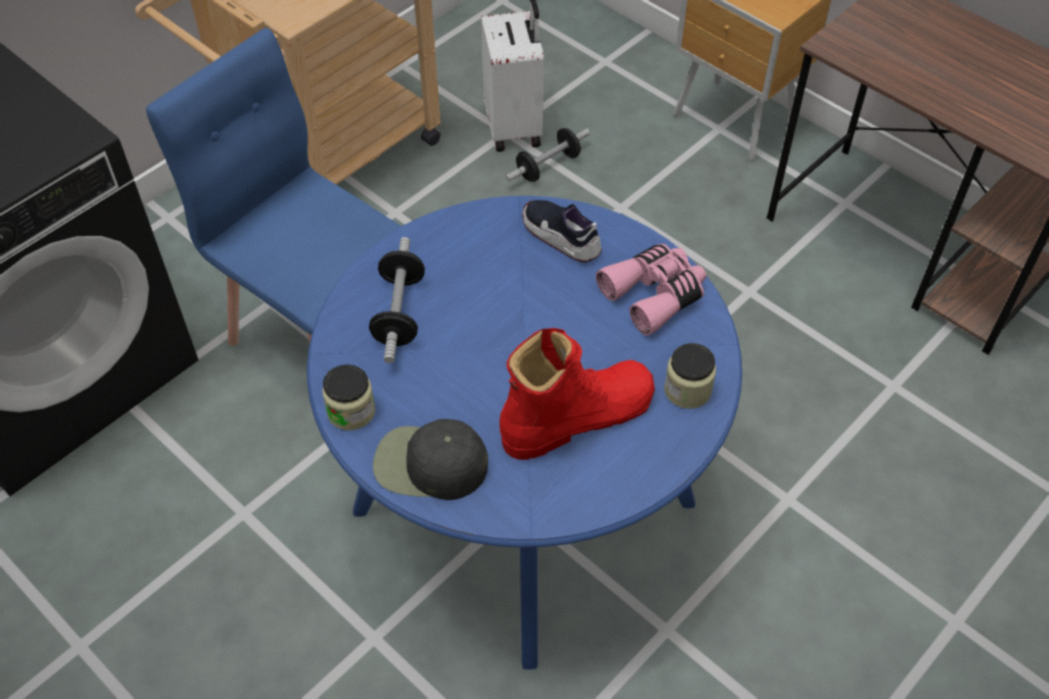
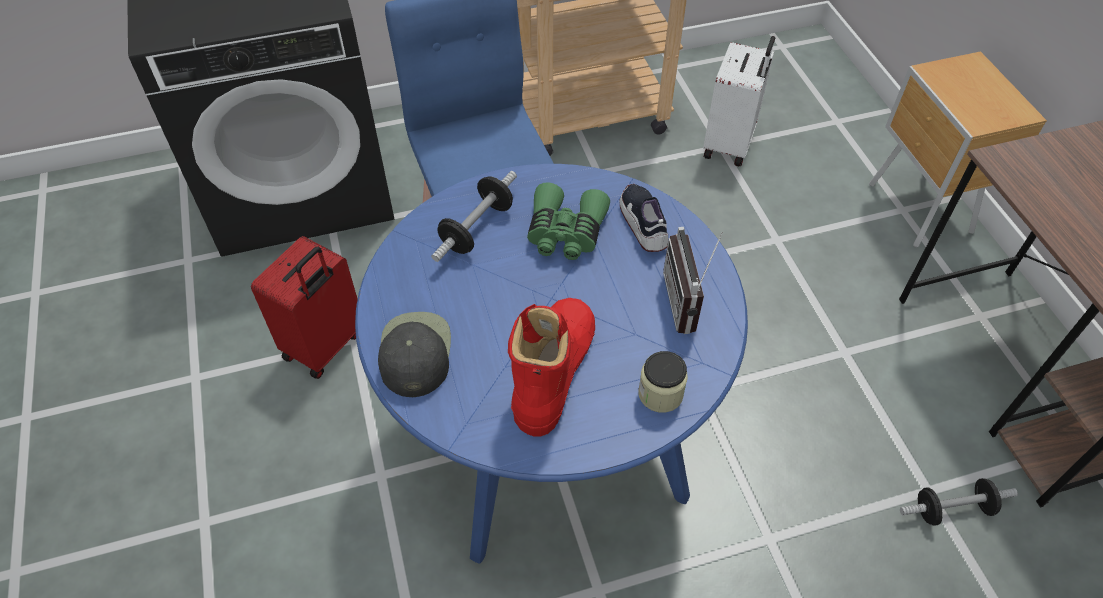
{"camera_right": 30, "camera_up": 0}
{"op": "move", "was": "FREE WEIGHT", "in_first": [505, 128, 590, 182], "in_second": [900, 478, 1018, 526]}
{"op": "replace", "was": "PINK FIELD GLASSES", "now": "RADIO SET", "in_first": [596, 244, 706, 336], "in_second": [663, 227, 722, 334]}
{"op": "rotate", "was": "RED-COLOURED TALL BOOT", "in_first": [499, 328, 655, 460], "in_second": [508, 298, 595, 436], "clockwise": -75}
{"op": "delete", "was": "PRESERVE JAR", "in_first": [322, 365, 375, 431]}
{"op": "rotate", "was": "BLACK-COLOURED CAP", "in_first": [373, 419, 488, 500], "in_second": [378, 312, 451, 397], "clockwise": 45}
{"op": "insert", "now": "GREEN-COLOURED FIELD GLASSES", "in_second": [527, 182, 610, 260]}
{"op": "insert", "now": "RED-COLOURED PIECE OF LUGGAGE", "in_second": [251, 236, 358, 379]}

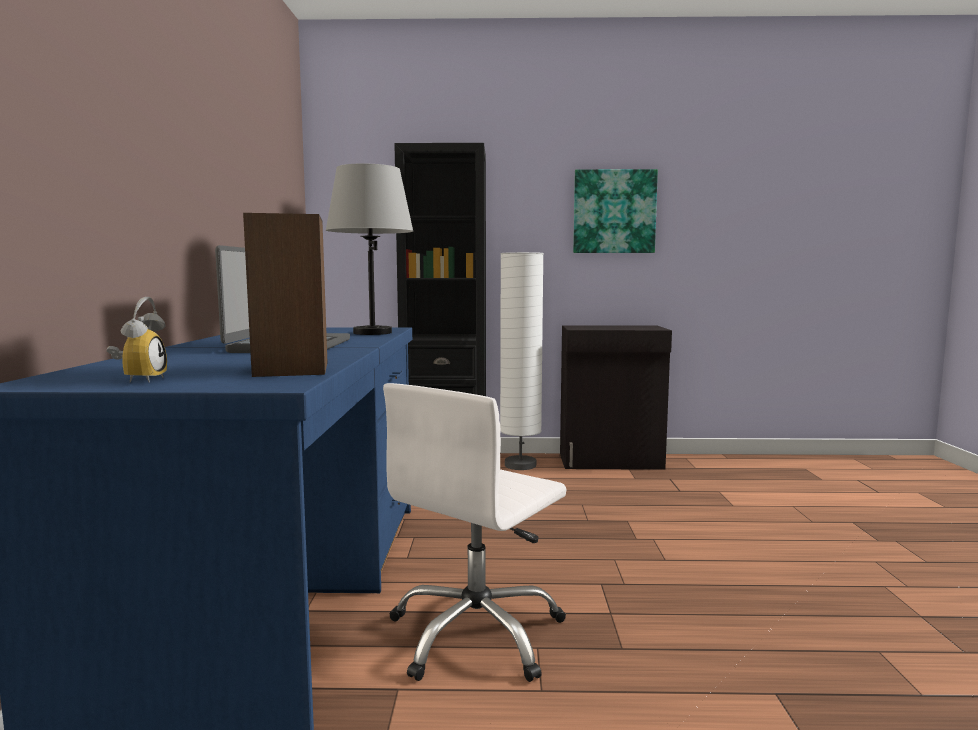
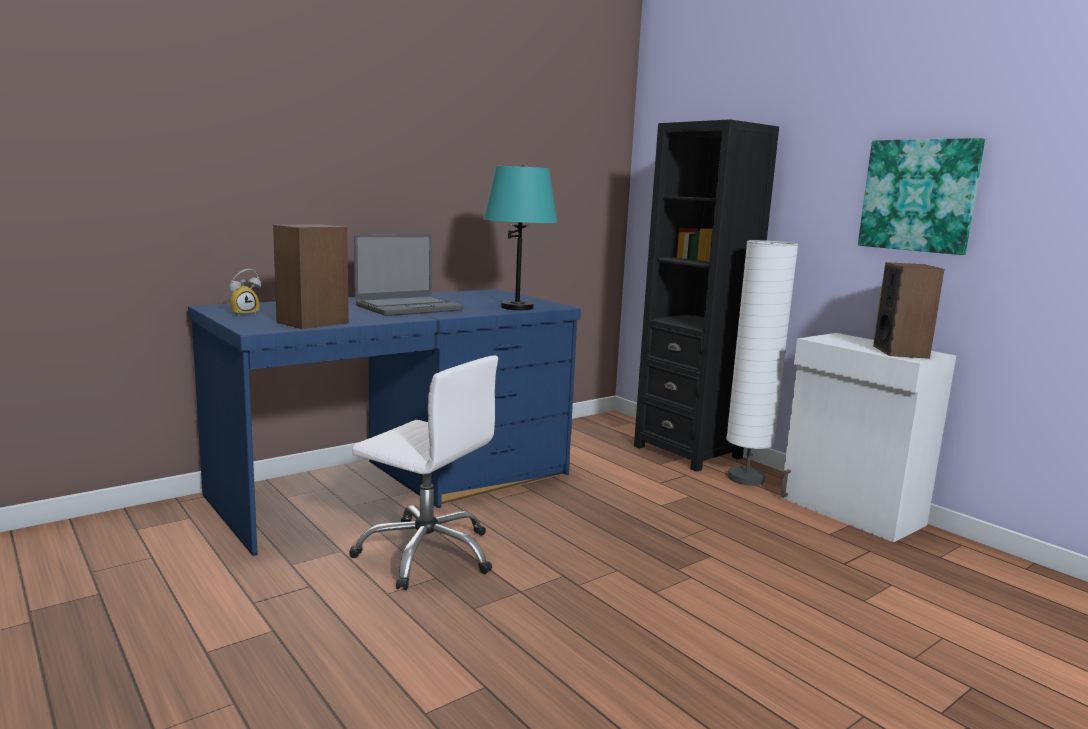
{"camera_right": 50, "camera_up": 5}
{"op": "recolor", "was": "GREY TABLETOP LAMP", "now": "TURQUOISE TABLETOP LAMP", "in_first": [326, 163, 413, 335], "in_second": [484, 165, 557, 310]}
{"op": "recolor", "was": "BLACK-COLOURED CABINET", "now": "WHITISH CABINET", "in_first": [560, 325, 672, 470], "in_second": [781, 333, 956, 542]}
{"op": "rotate", "was": "WHITISH OFFICE CHAIR", "in_first": [383, 383, 567, 682], "in_second": [349, 356, 498, 590], "clockwise": -150}
{"op": "insert", "now": "SPEAKER", "in_second": [873, 262, 945, 359]}

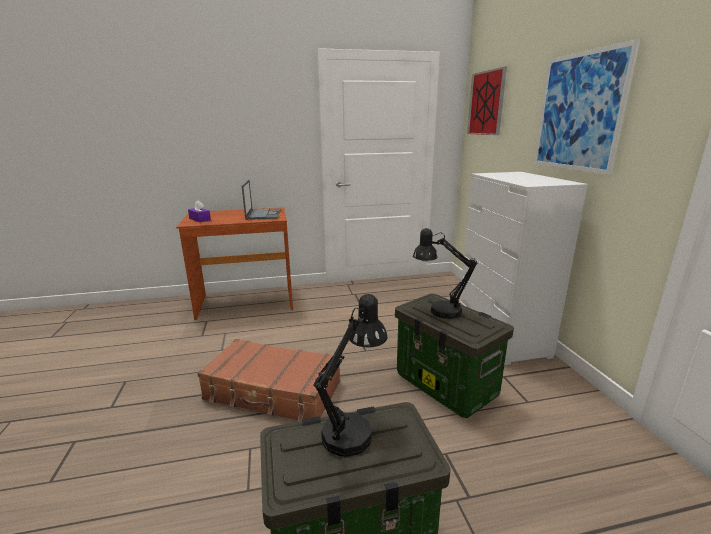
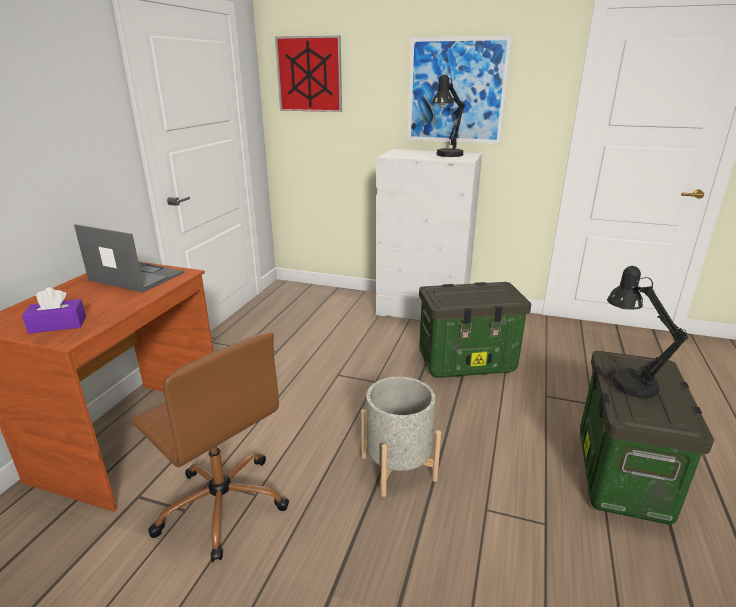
{"camera_right": -60, "camera_up": 5}
{"op": "move", "was": "BLACK-COLOURED TABLETOP LAMP", "in_first": [413, 228, 477, 319], "in_second": [432, 74, 465, 157]}
{"op": "replace", "was": "BROWNISH PIECE OF LUGGAGE", "now": "GREY PLANT POT", "in_first": [197, 339, 340, 421], "in_second": [361, 376, 441, 497]}
{"op": "insert", "now": "BROWNISH OFFICE CHAIR", "in_second": [132, 332, 289, 562]}

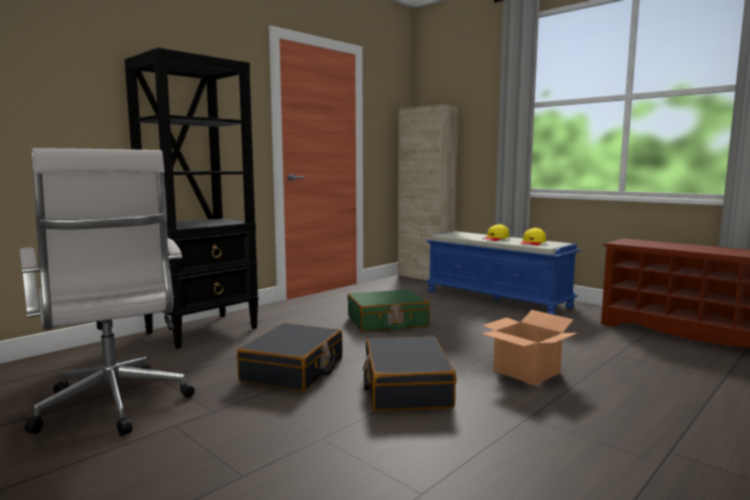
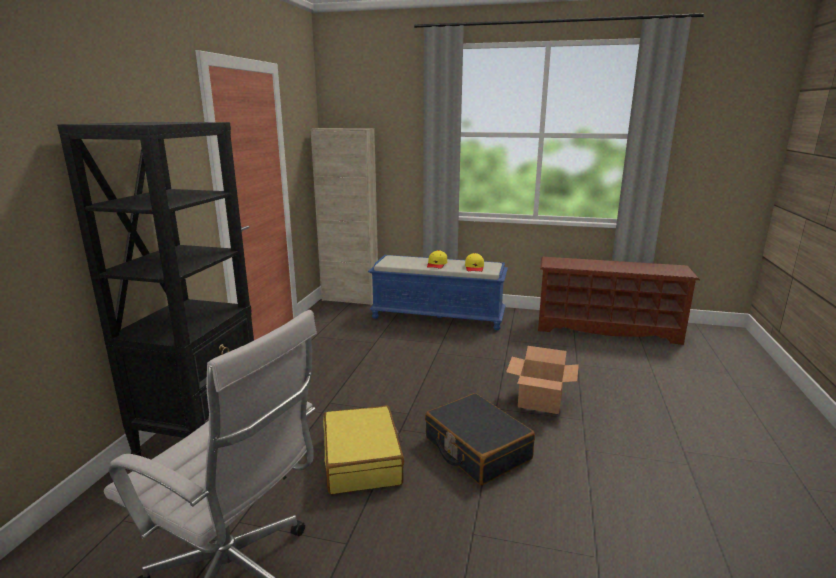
{"camera_right": -30, "camera_up": 10}
{"op": "delete", "was": "GREEN-COLOURED PIECE OF LUGGAGE", "in_first": [347, 289, 430, 332]}
{"op": "recolor", "was": "BLACK-COLOURED PIECE OF LUGGAGE", "now": "YELLOWISH PIECE OF LUGGAGE", "in_first": [237, 323, 342, 391], "in_second": [323, 405, 404, 494]}

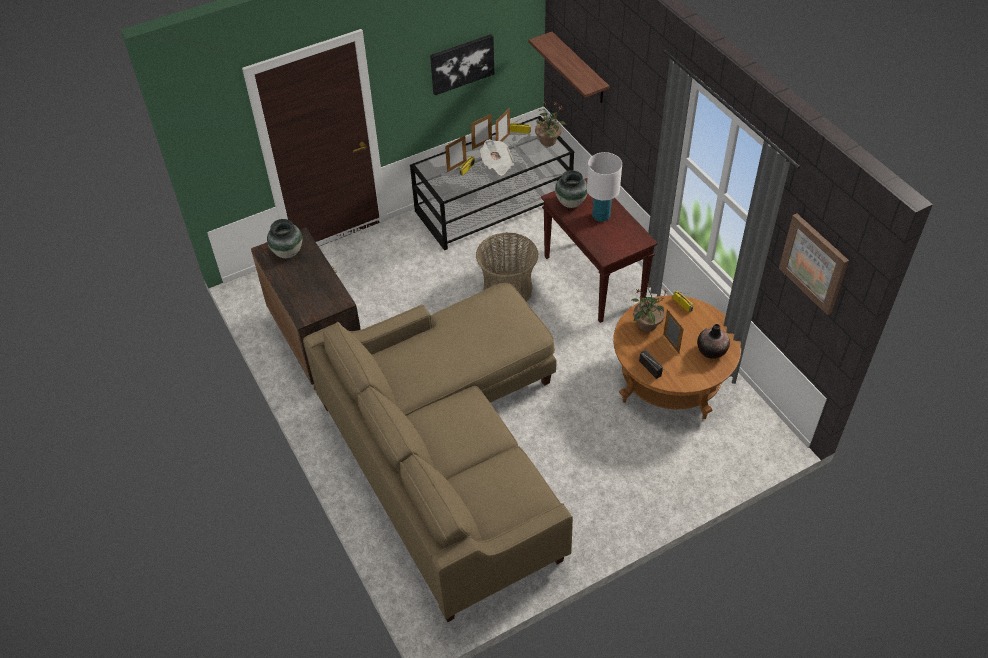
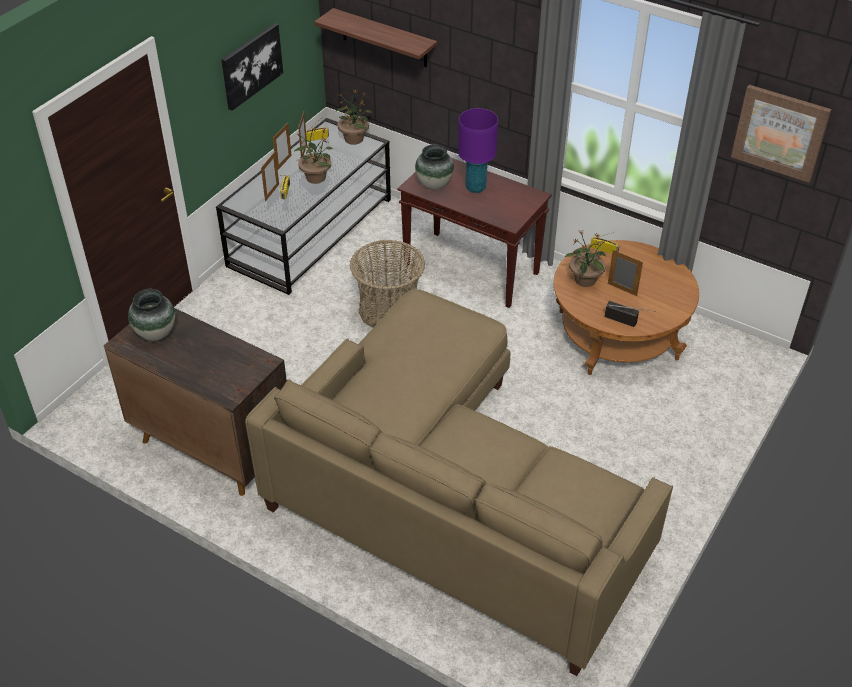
{"camera_right": -30, "camera_up": -5}
{"op": "replace", "was": "NEWSPAPER", "now": "POTTED PLANT", "in_first": [480, 139, 514, 176], "in_second": [294, 127, 333, 184]}
{"op": "recolor", "was": "WHITISH TABLETOP LAMP", "now": "PURPLE-COLOURED TABLETOP LAMP", "in_first": [587, 152, 622, 222], "in_second": [458, 108, 498, 193]}
{"op": "delete", "was": "VASE", "in_first": [697, 324, 730, 359]}

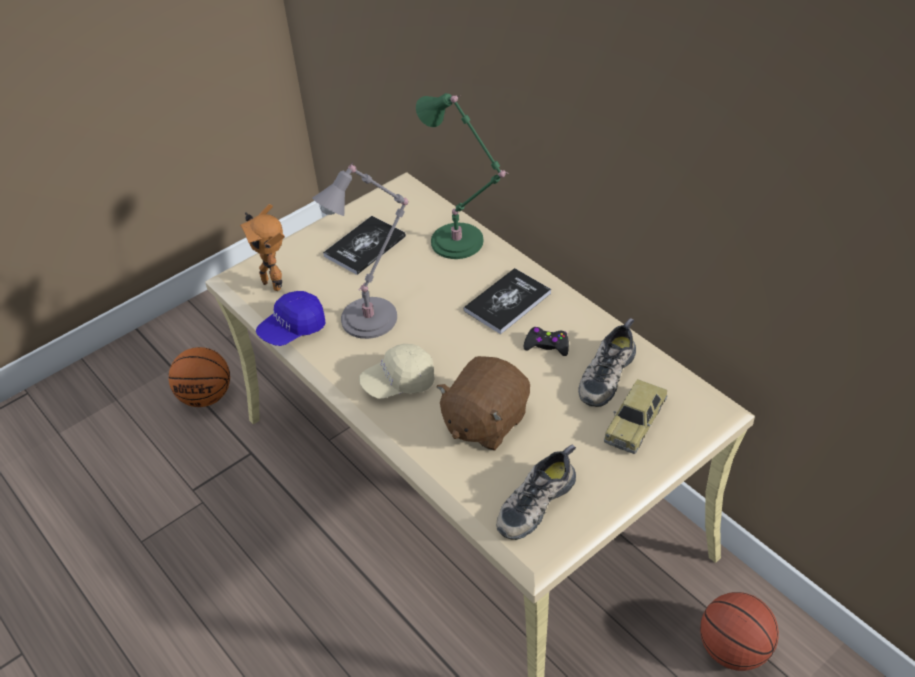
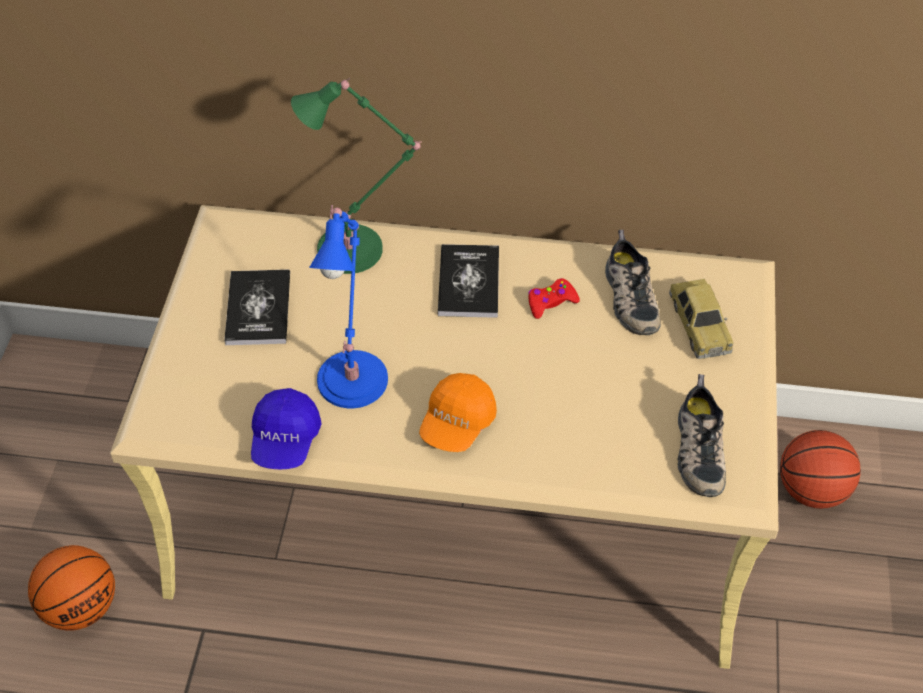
{"camera_right": -45, "camera_up": 5}
{"op": "recolor", "was": "GREY TABLETOP LAMP", "now": "BLUE-COLOURED TABLETOP LAMP", "in_first": [312, 162, 408, 339], "in_second": [309, 205, 388, 408]}
{"op": "delete", "was": "TOY ROBOT", "in_first": [240, 204, 285, 291]}
{"op": "recolor", "was": "BLACK-COLOURED GAMEPAD", "now": "RED-COLOURED GAMEPAD", "in_first": [523, 327, 569, 356], "in_second": [528, 278, 580, 319]}
{"op": "recolor", "was": "SAND-COLOURED CAP", "now": "ORANGE CAP", "in_first": [359, 344, 435, 399], "in_second": [419, 373, 497, 452]}
{"op": "delete", "was": "BROWNISH CUDDLY TOY", "in_first": [436, 356, 530, 450]}

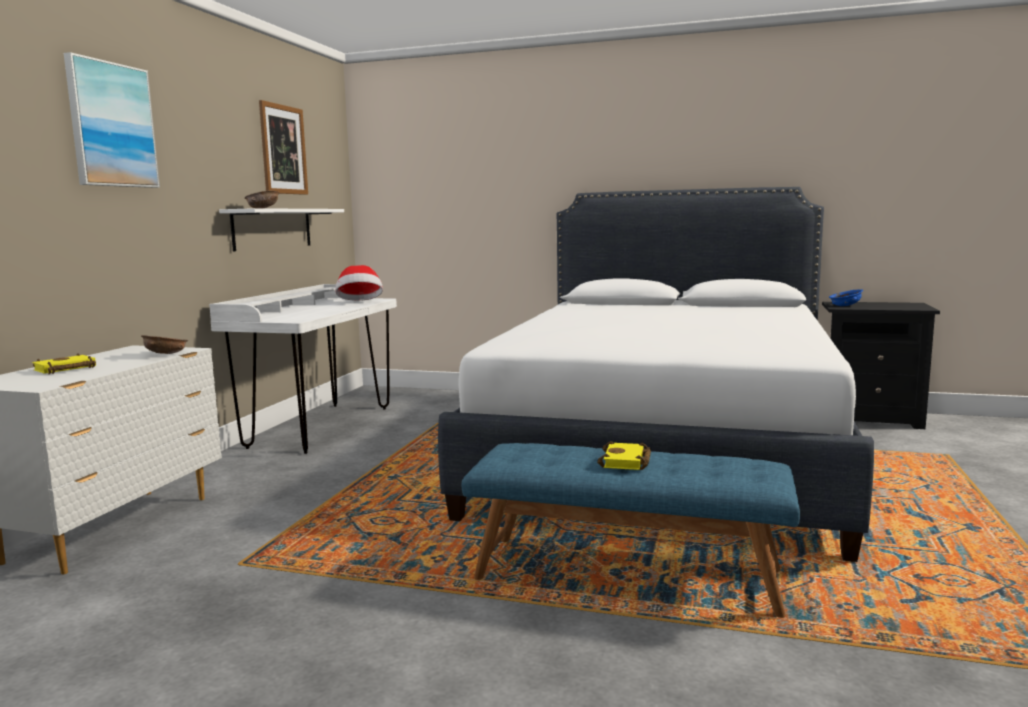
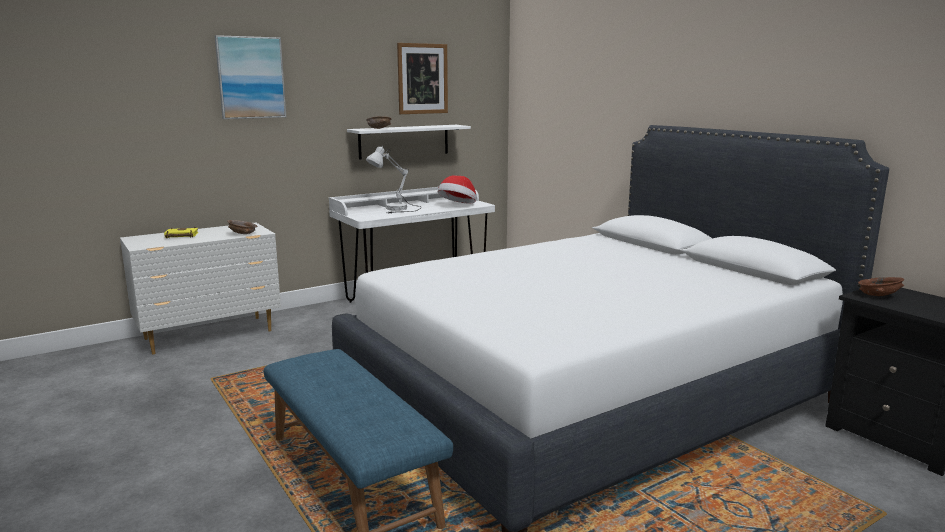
{"camera_right": 40, "camera_up": 5}
{"op": "recolor", "was": "BLUE-COLOURED DEEP DISH", "now": "BROWNISH DEEP DISH", "in_first": [829, 289, 863, 306], "in_second": [858, 277, 904, 296]}
{"op": "delete", "was": "YELLOWISH BOOK", "in_first": [597, 441, 651, 470]}
{"op": "insert", "now": "WHITISH TABLETOP LAMP", "in_second": [366, 145, 422, 213]}

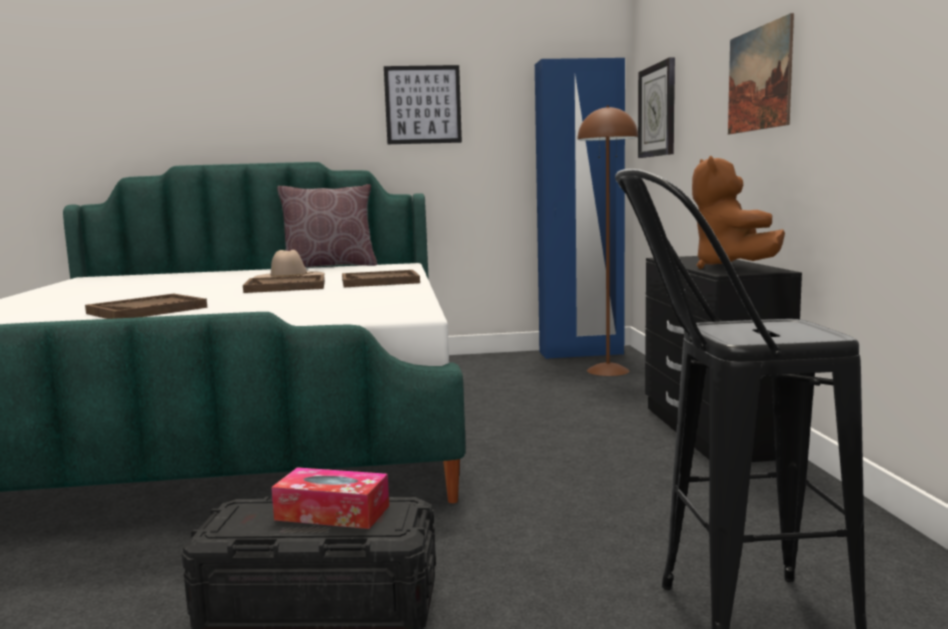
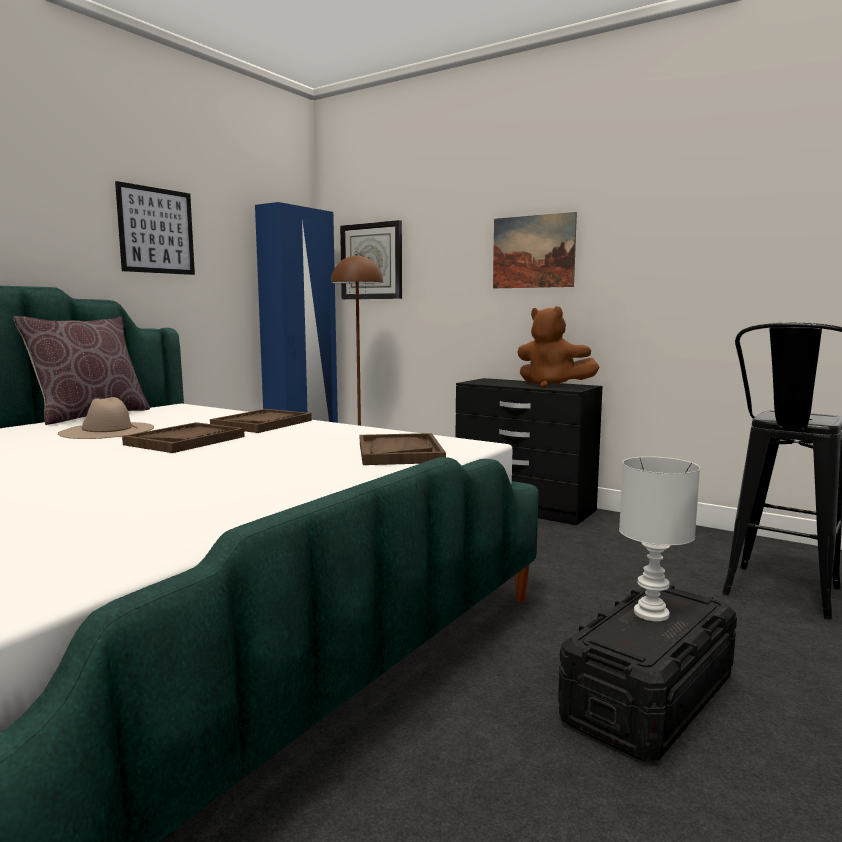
{"camera_right": -50, "camera_up": 0}
{"op": "move", "was": "BROWNISH CARRYING TRAY", "in_first": [85, 294, 207, 319], "in_second": [360, 433, 446, 465]}
{"op": "replace", "was": "BOX OF TISSUES", "now": "WHITISH TABLETOP LAMP", "in_first": [271, 467, 389, 529], "in_second": [619, 456, 700, 621]}

